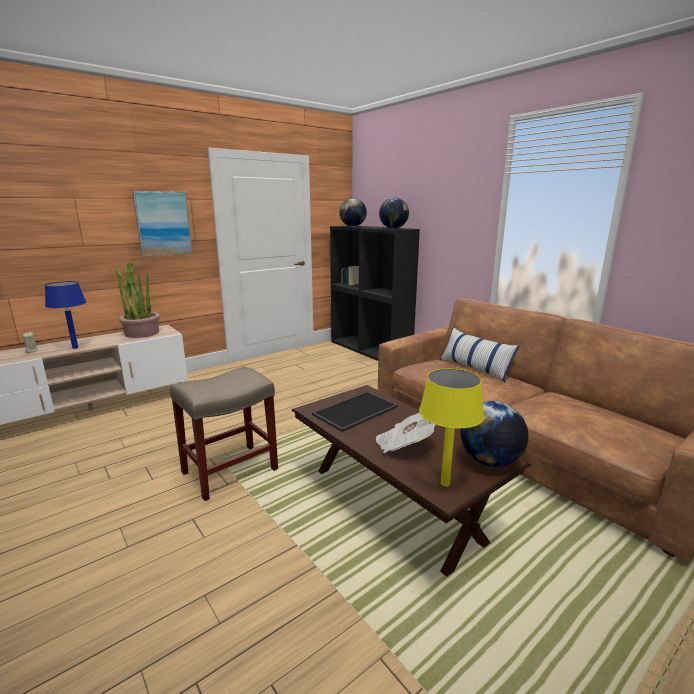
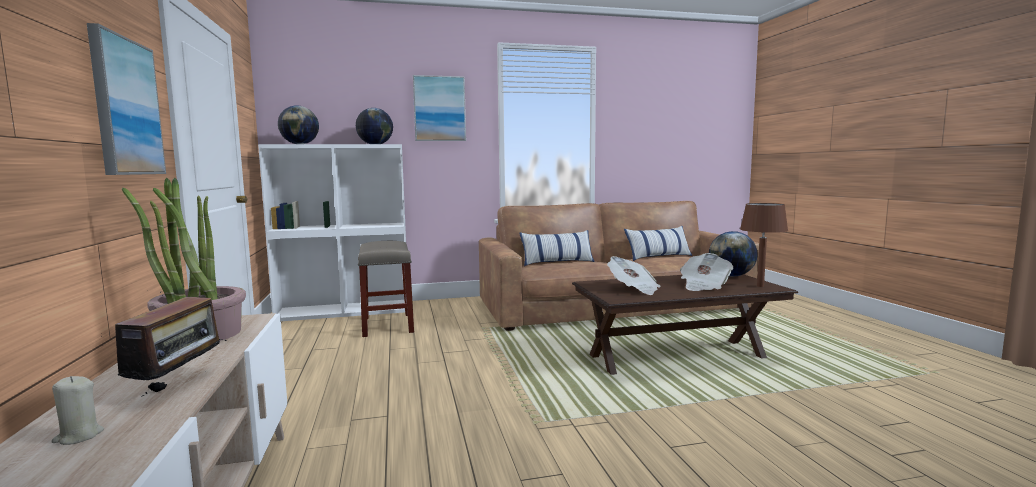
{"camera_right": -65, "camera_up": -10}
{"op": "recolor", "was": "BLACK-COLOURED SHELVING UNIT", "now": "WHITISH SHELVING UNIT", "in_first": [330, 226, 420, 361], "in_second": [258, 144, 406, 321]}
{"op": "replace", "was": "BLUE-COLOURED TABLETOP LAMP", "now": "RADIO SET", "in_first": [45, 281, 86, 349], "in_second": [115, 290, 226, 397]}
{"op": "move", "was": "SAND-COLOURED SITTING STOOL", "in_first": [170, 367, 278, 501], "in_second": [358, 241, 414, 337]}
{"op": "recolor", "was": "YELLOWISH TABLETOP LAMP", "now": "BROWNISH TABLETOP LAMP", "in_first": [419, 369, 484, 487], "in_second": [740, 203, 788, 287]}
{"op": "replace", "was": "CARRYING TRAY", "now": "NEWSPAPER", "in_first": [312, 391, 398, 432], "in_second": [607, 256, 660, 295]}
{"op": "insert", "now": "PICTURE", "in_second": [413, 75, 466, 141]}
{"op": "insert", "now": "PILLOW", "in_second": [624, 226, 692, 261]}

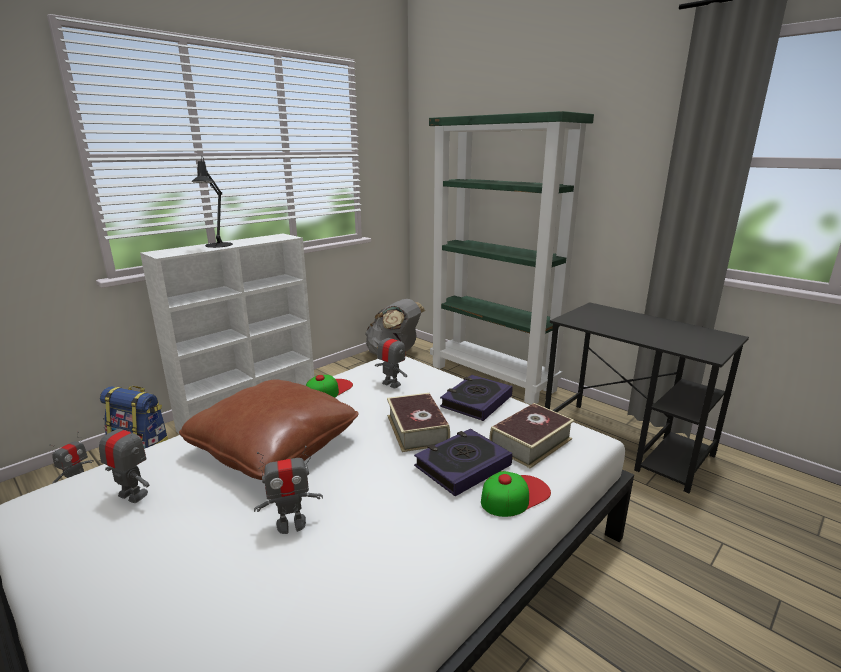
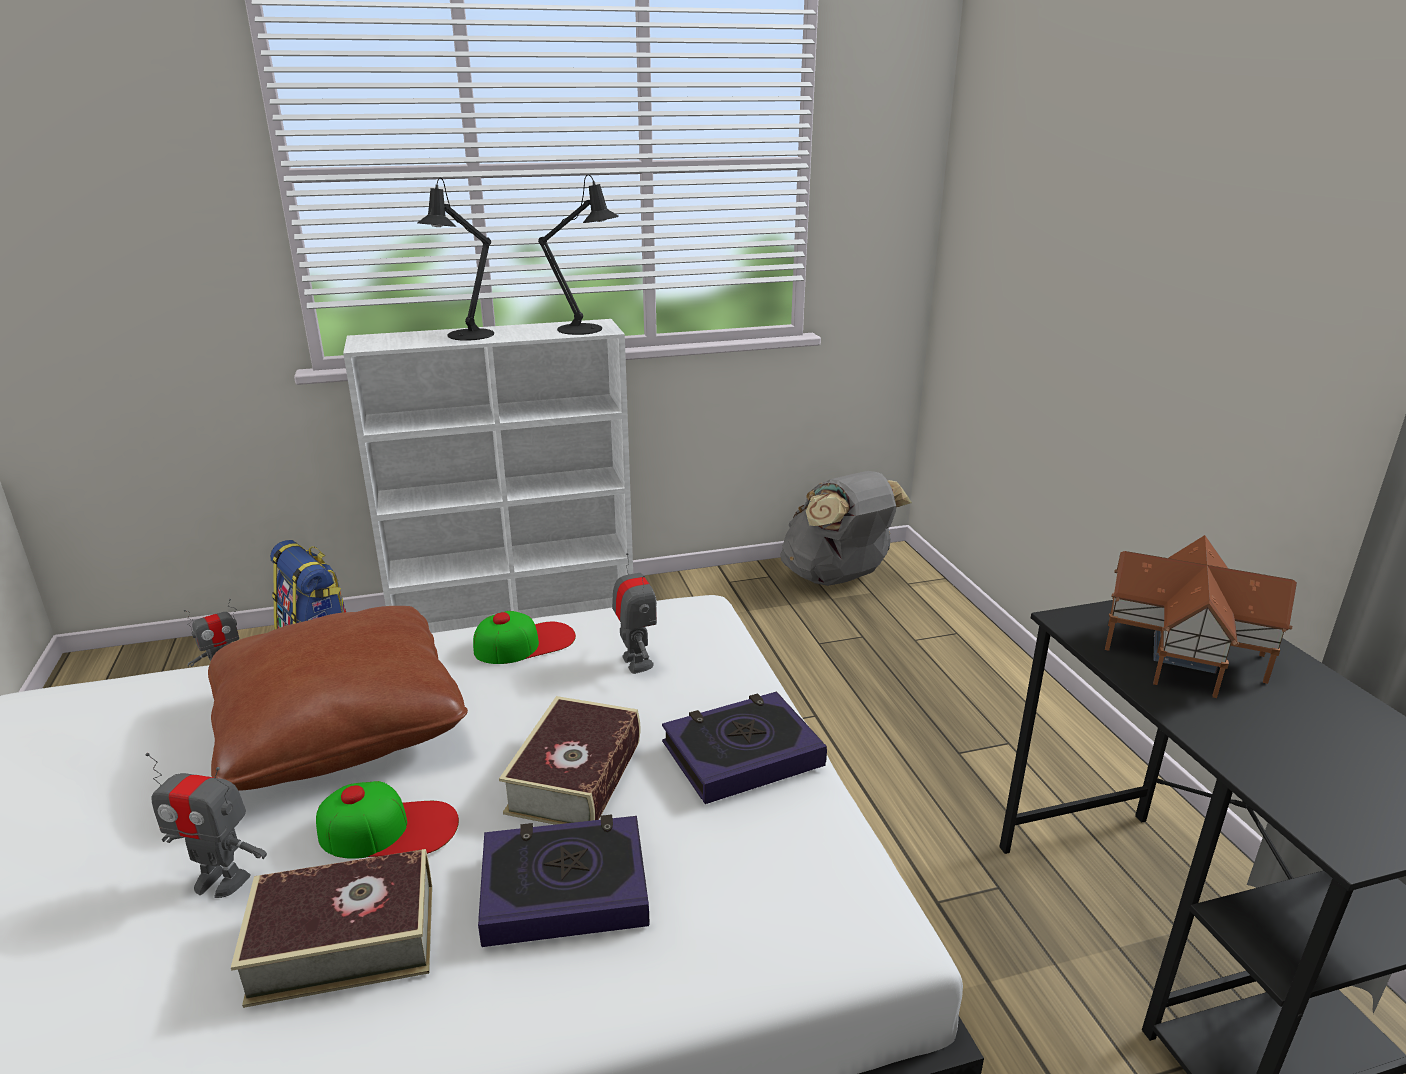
{"camera_right": 30, "camera_up": 5}
{"op": "delete", "was": "GREEN-COLOURED SHELVING UNIT", "in_first": [429, 111, 594, 405]}
{"op": "move", "was": "BOOK", "in_first": [489, 403, 574, 468], "in_second": [231, 849, 432, 1008]}
{"op": "delete", "was": "TOY ROBOT", "in_first": [99, 417, 150, 503]}
{"op": "move", "was": "CAP", "in_first": [481, 471, 551, 517], "in_second": [316, 781, 459, 859]}
{"op": "insert", "now": "BLACK-COLOURED TABLETOP LAMP", "in_second": [538, 175, 619, 335]}
{"op": "insert", "now": "MODEL HOUSE", "in_second": [1105, 535, 1297, 698]}

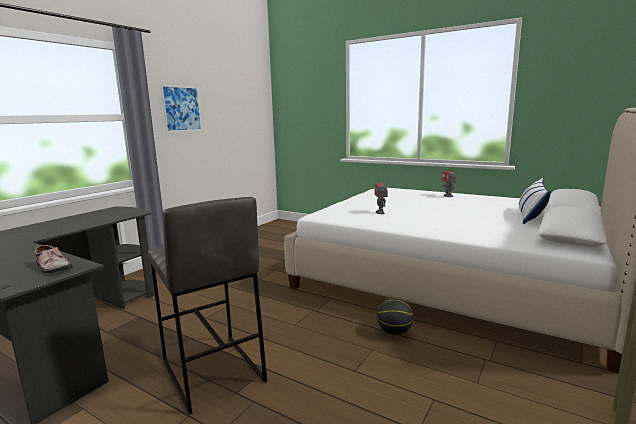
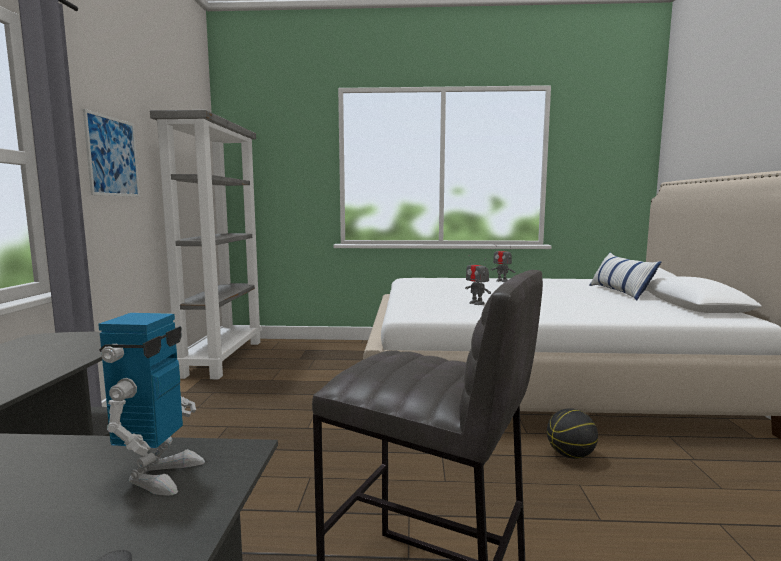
{"camera_right": -30, "camera_up": -5}
{"op": "replace", "was": "ITEM OF FOOTWEAR", "now": "TOY ROBOT", "in_first": [35, 245, 73, 273], "in_second": [98, 313, 205, 495]}
{"op": "insert", "now": "GREY SHELVING UNIT", "in_second": [150, 110, 262, 379]}

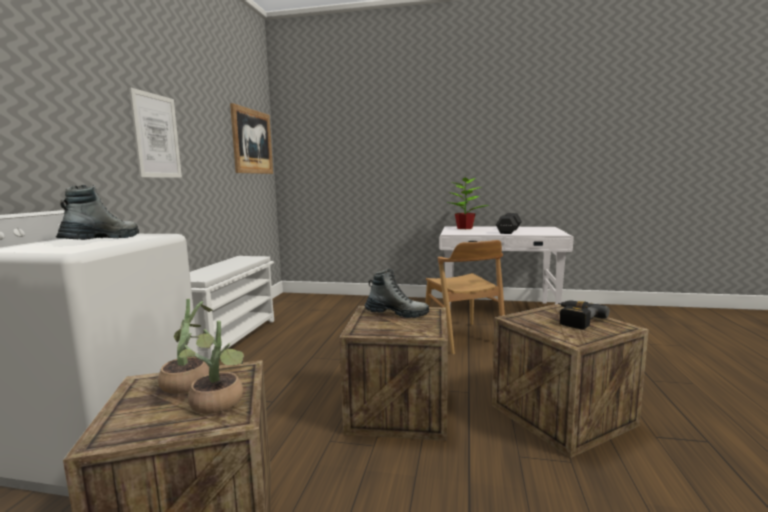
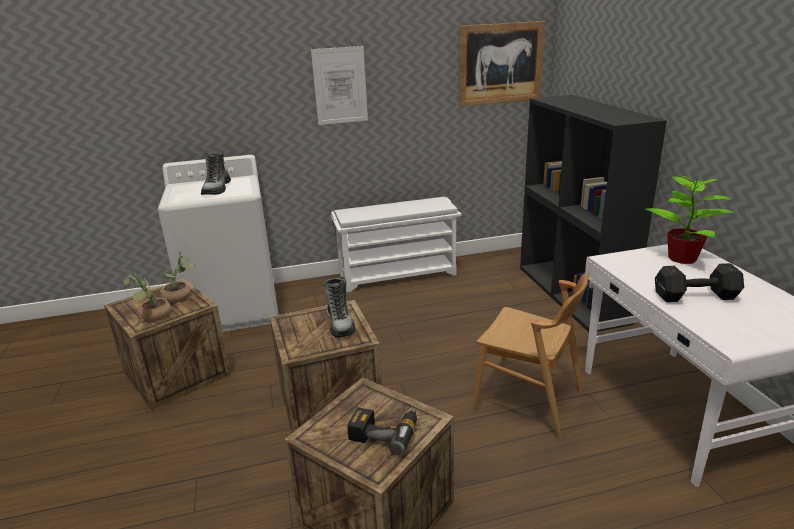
{"camera_right": 65, "camera_up": 15}
{"op": "rotate", "was": "TALL BOOT", "in_first": [56, 185, 139, 240], "in_second": [201, 153, 231, 195], "clockwise": 105}
{"op": "rotate", "was": "BROWNISH CHAIR", "in_first": [425, 240, 505, 355], "in_second": [472, 273, 588, 438], "clockwise": -105}
{"op": "insert", "now": "BLACK-COLOURED SHELVING UNIT", "in_second": [520, 95, 667, 332]}

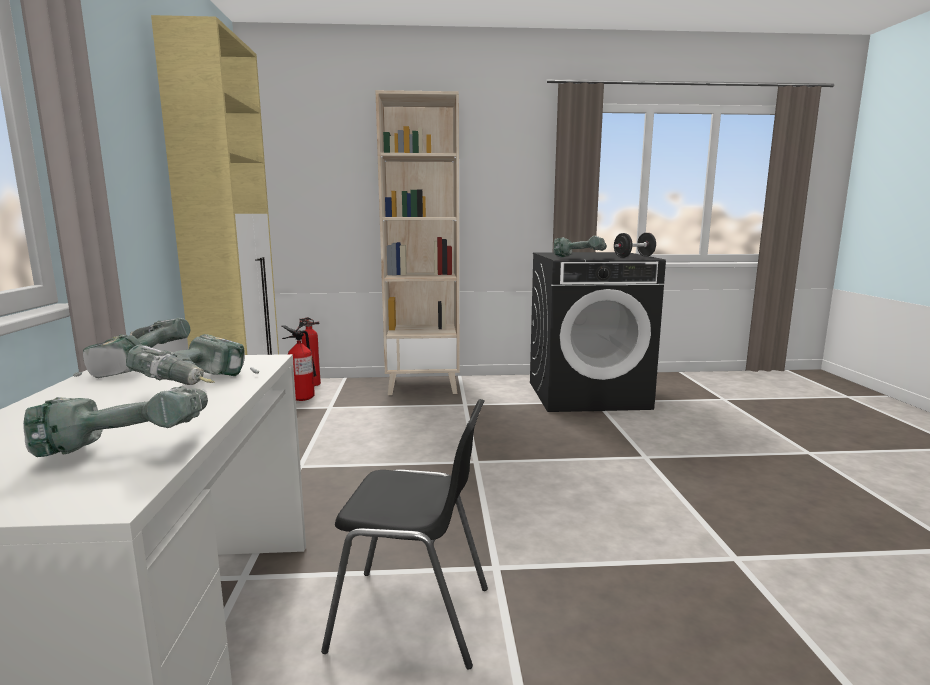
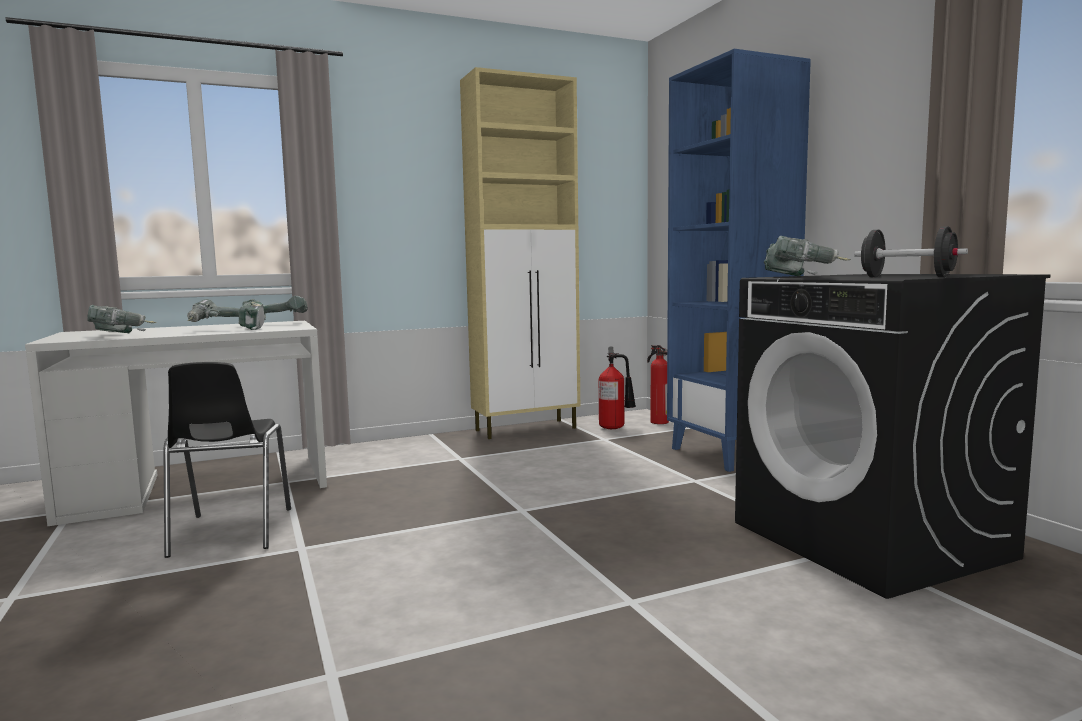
{"camera_right": 70, "camera_up": -5}
{"op": "recolor", "was": "SAND-COLOURED SHELVING UNIT", "now": "BLUE-COLOURED SHELVING UNIT", "in_first": [375, 90, 459, 395], "in_second": [667, 49, 811, 472]}

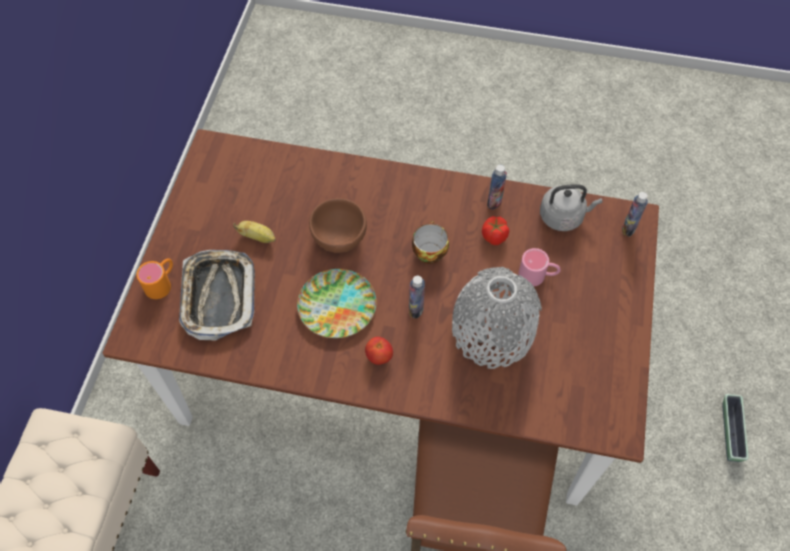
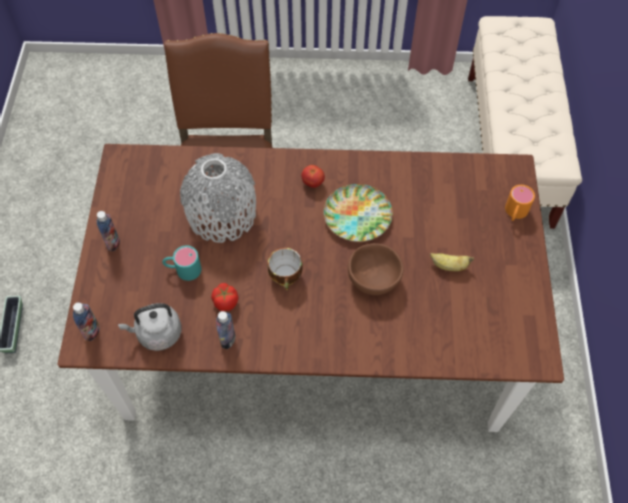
{"camera_right": 170, "camera_up": 0}
{"op": "recolor", "was": "PINK MUG", "now": "TURQUOISE MUG", "in_first": [518, 248, 561, 286], "in_second": [162, 245, 201, 281]}
{"op": "delete", "was": "CARRYING TRAY", "in_first": [179, 250, 255, 341]}
{"op": "move", "was": "DRINK BOTTLE", "in_first": [409, 276, 425, 319], "in_second": [97, 211, 120, 251]}

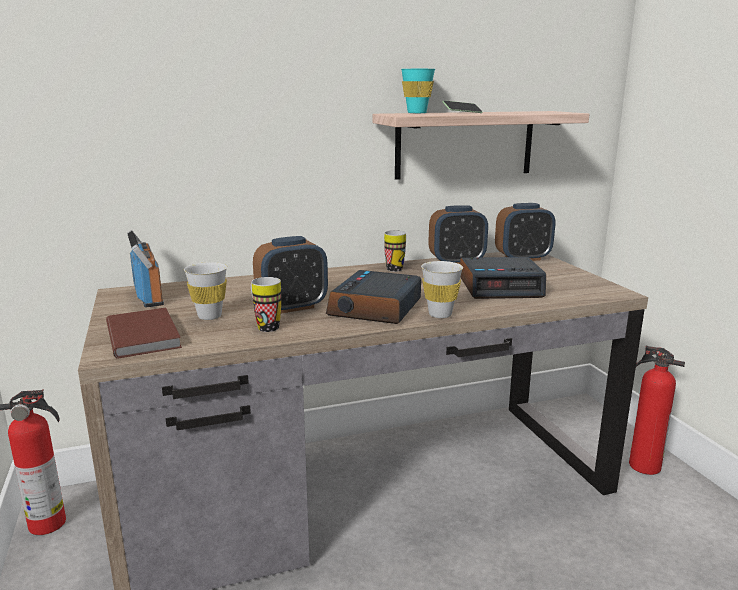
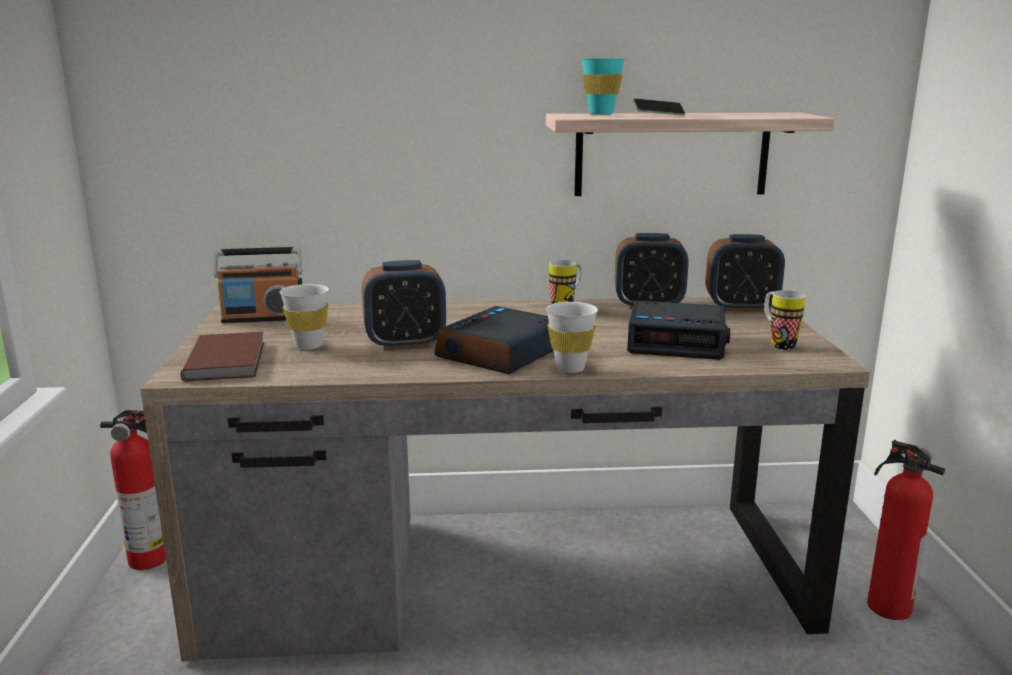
{"camera_right": 15, "camera_up": 0}
{"op": "rotate", "was": "RADIO SET", "in_first": [127, 230, 164, 307], "in_second": [213, 247, 302, 323], "clockwise": 90}
{"op": "move", "was": "MUG", "in_first": [251, 277, 281, 332], "in_second": [765, 290, 806, 350]}

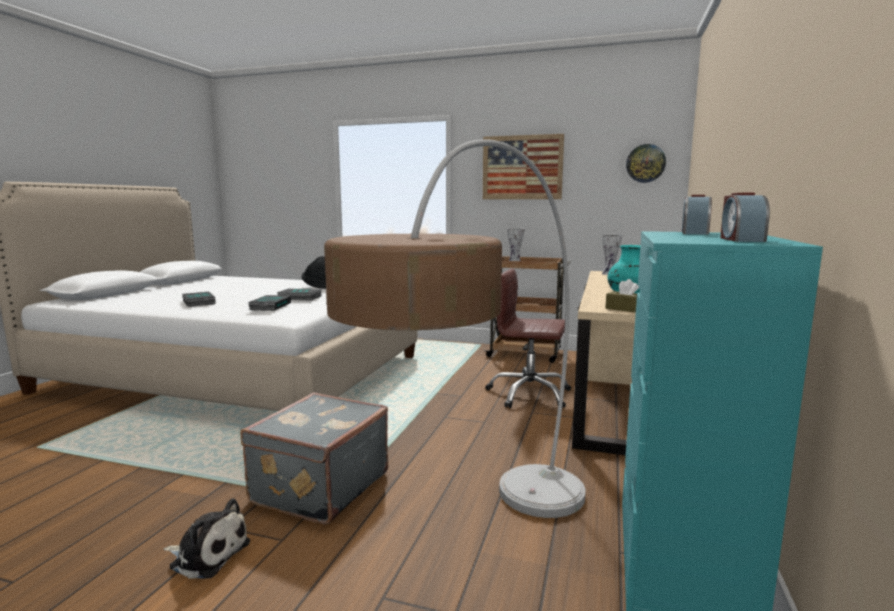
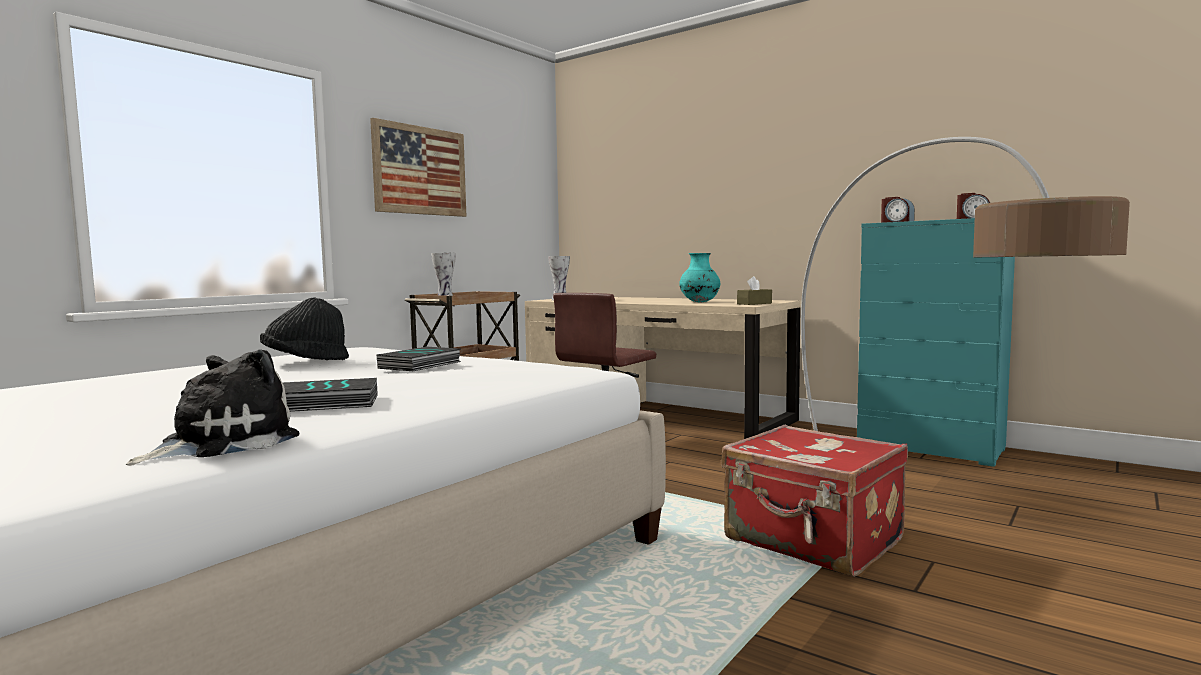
{"camera_right": -70, "camera_up": -5}
{"op": "delete", "was": "CLOCK ON THE WALL", "in_first": [626, 144, 666, 183]}
{"op": "delete", "was": "BOOK", "in_first": [248, 295, 291, 311]}
{"op": "recolor", "was": "GREY PIECE OF LUGGAGE", "now": "RED-COLOURED PIECE OF LUGGAGE", "in_first": [240, 392, 388, 524], "in_second": [721, 425, 908, 577]}
{"op": "move", "was": "CUDDLY TOY", "in_first": [164, 498, 250, 579], "in_second": [126, 349, 299, 466]}

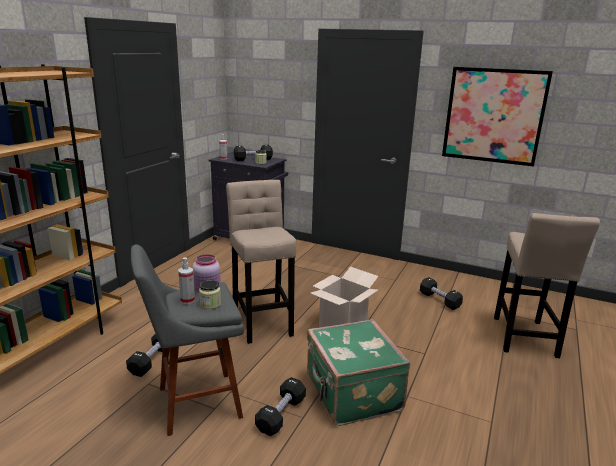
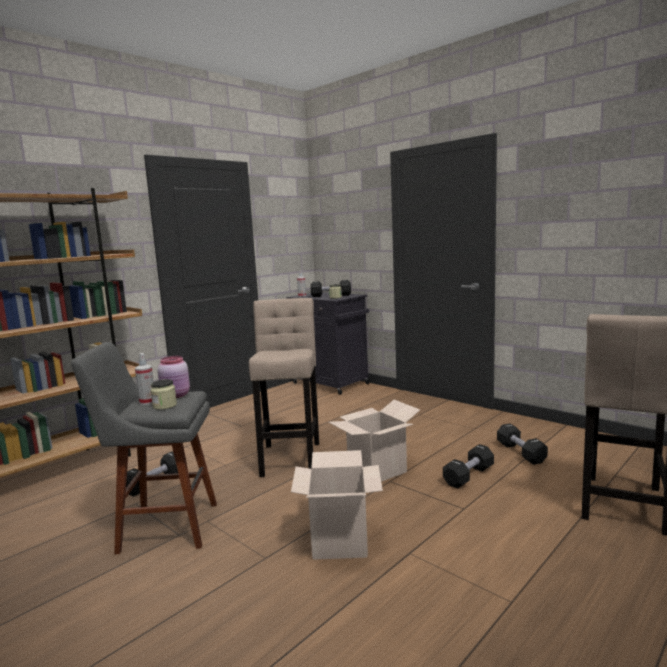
{"camera_right": 20, "camera_up": -10}
{"op": "delete", "was": "PICTURE", "in_first": [442, 67, 553, 167]}
{"op": "replace", "was": "GREEN-COLOURED PIECE OF LUGGAGE", "now": "PACKING BOX", "in_first": [307, 319, 410, 426], "in_second": [291, 450, 383, 560]}
{"op": "move", "was": "BLACK-COLOURED FREE WEIGHT", "in_first": [255, 377, 306, 436], "in_second": [443, 444, 494, 489]}

